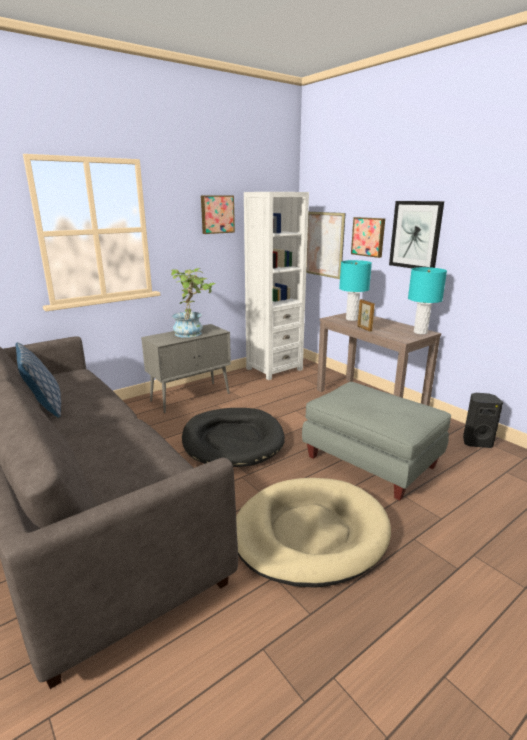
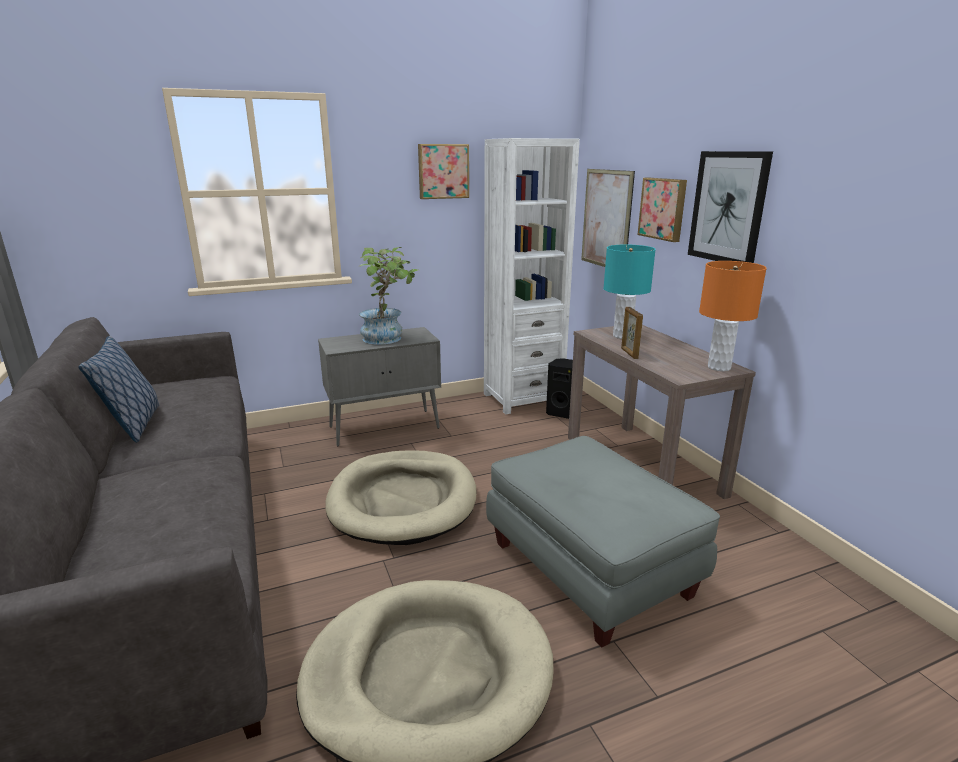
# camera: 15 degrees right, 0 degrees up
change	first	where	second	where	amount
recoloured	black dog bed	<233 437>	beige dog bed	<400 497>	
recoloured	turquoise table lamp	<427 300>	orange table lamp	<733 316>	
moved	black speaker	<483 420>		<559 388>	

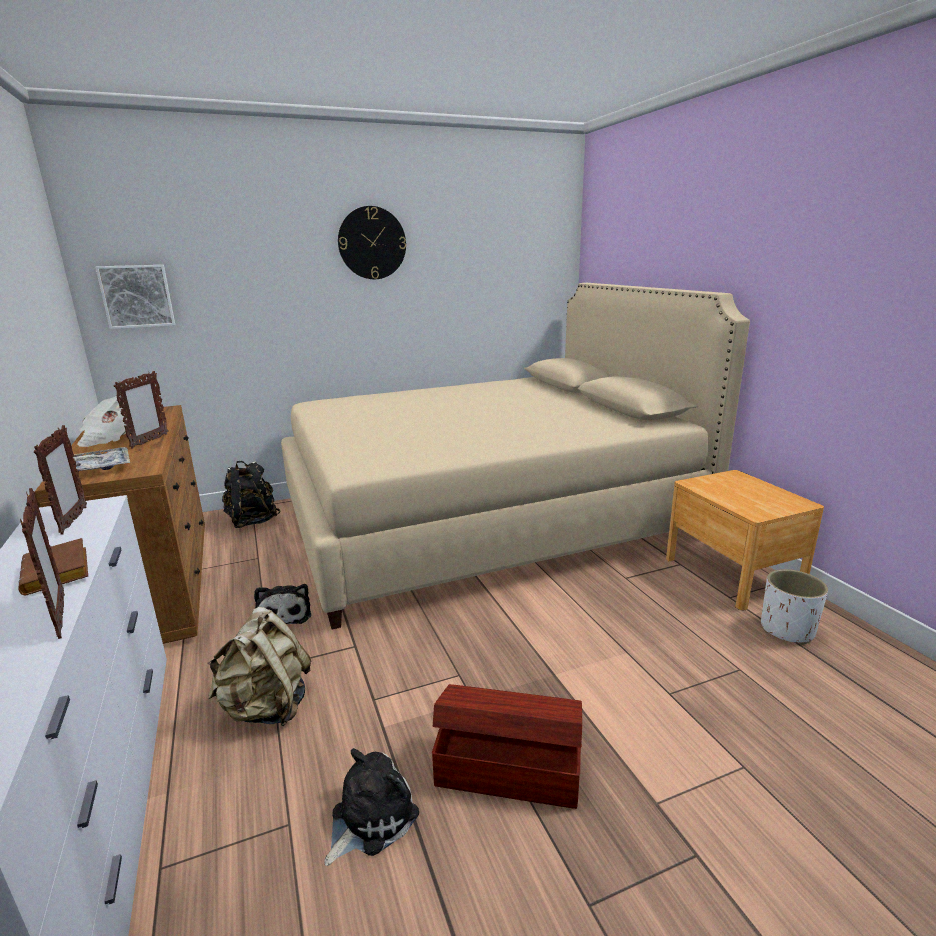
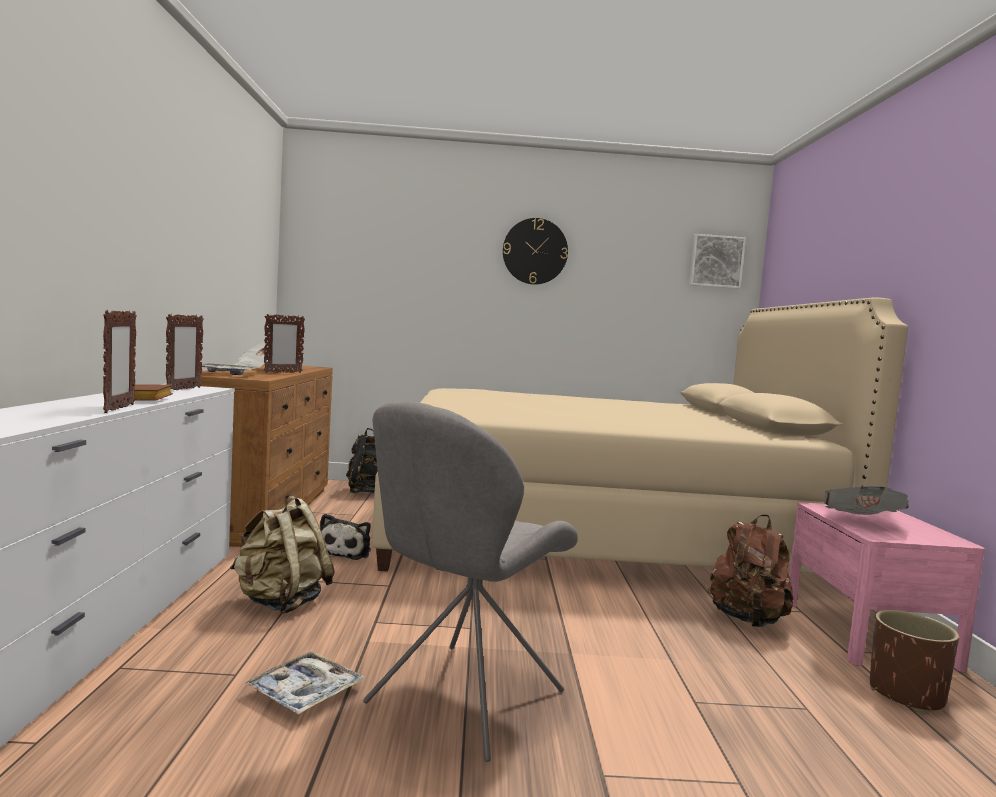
# camera: 20 degrees right, 15 degrees down
change	first	where	second	where	amount
moved	picture	<135 297>		<717 261>	
replaced	plush toy	<371 807>	tray	<303 683>	
replaced	brown storage box	<507 746>	grey chair	<470 581>	
recoloured	brown nightstand	<745 540>	pink nightstand	<887 587>	
recoloured	white planter	<794 607>	brown planter	<914 661>	
added			brown backpack	<751 570>	
added			newspaper	<866 500>	

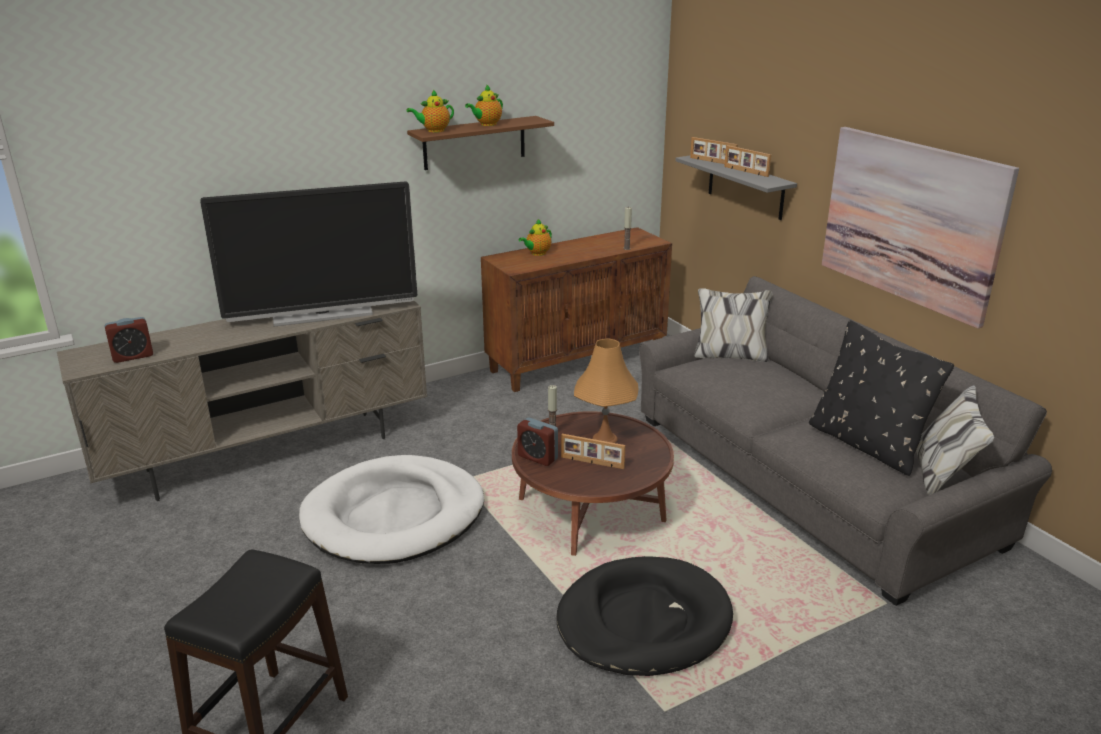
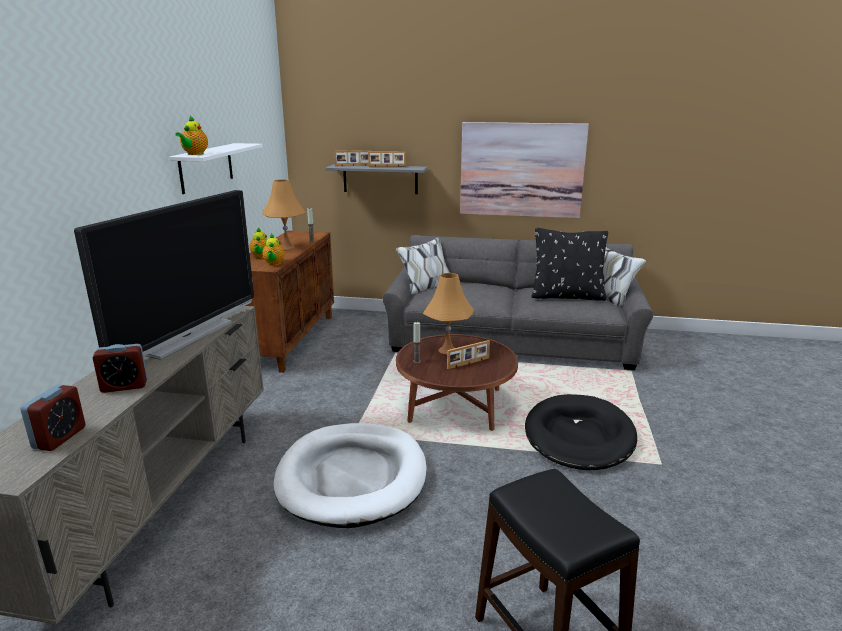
# camera: 50 degrees left, 5 degrees down
change	first	where	second	where	amount
recoloured	brown shelf	<480 143>	white shelf	<216 168>	
moved	teapot	<484 105>		<273 249>	
moved	alarm clock	<537 441>		<120 368>	
added			orange table lamp	<284 214>	

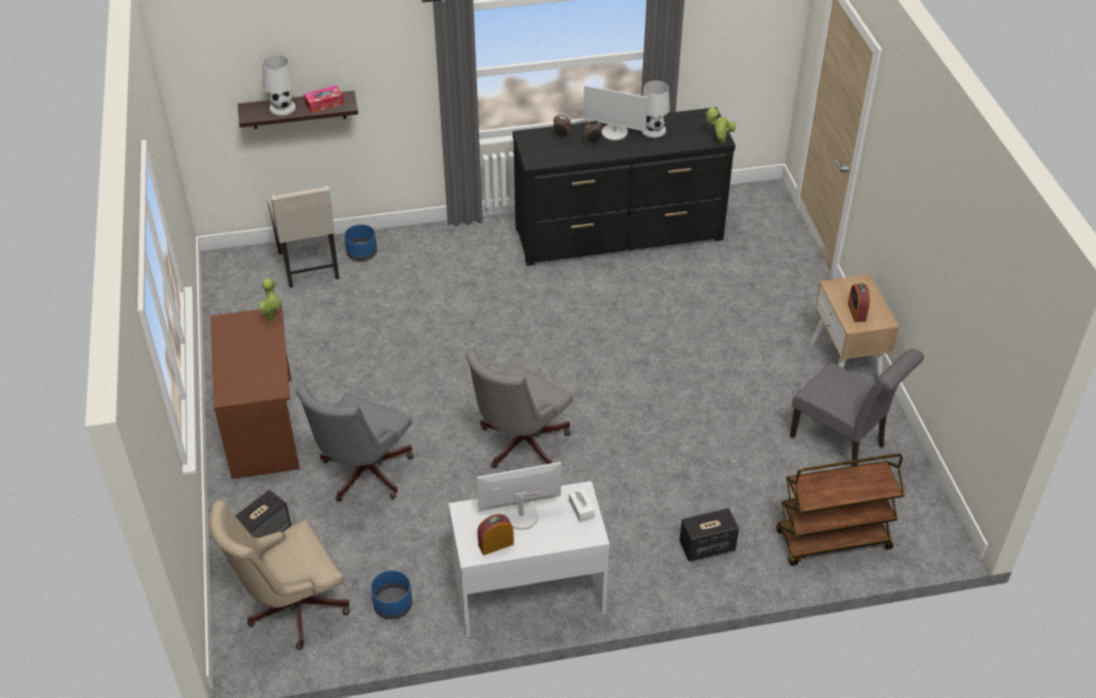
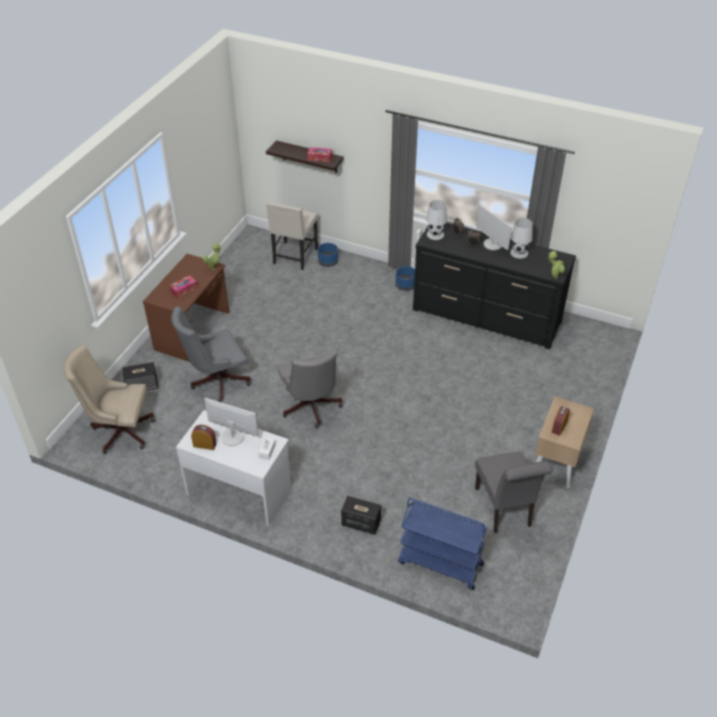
# camera: 35 degrees right, 0 degrees up
change	first	where	second	where	amount
moved	white table lamp	<279 85>		<436 220>	
moved	blue planter	<391 594>		<405 278>	
turned	grey office chair	<519 408>		<310 388>	90 degrees counterclockwise
recoloured	brown cart	<840 509>	blue cart	<442 544>	
added			tissue box	<183 286>	

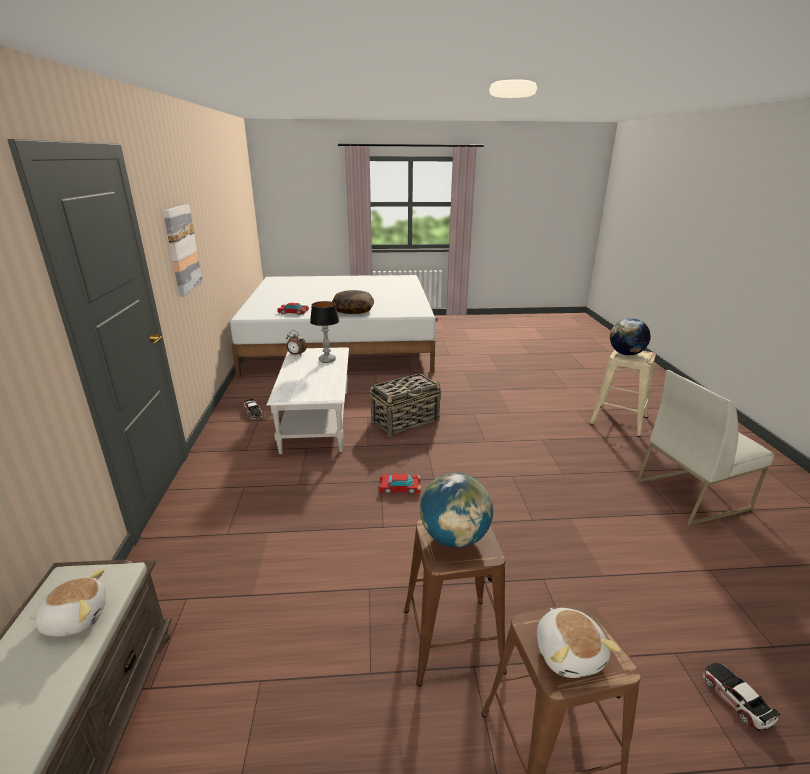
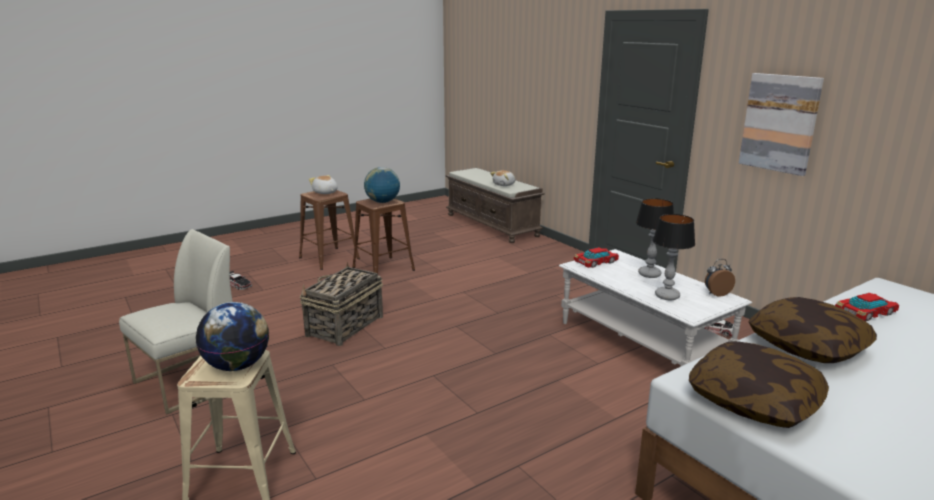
# camera: 150 degrees right, 5 degrees down
change	first	where	second	where	amount
moved	basket	<406 405>		<341 304>	
moved	toy car	<400 484>		<596 257>	
added			table lamp	<655 238>	
added			pillow	<759 384>	

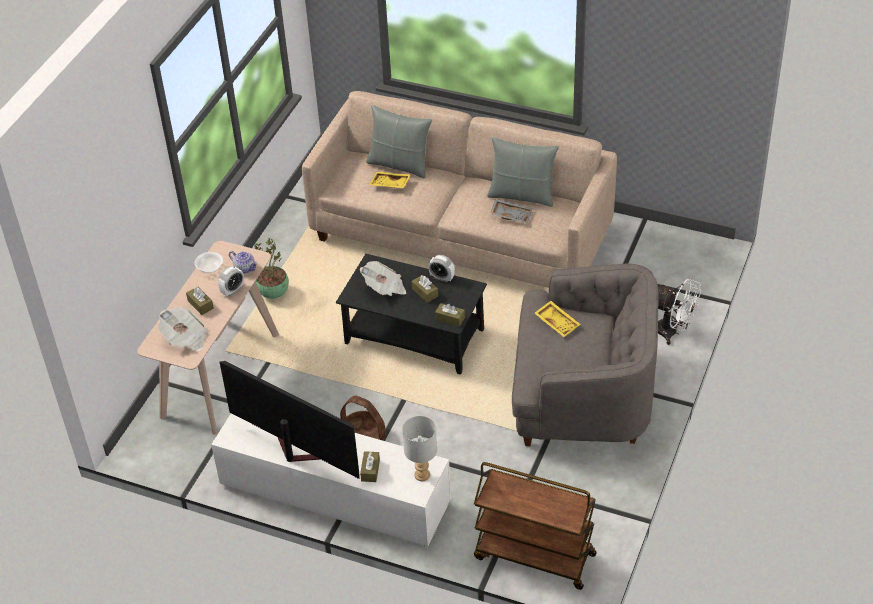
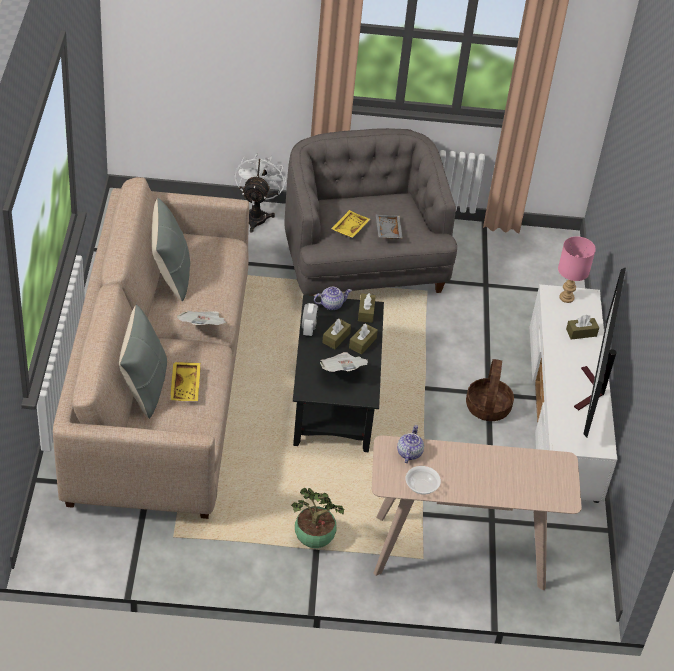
# camera: 115 degrees left, 0 degrees up
change	first	where	second	where	amount
moved	newspaper	<183 329>		<202 318>	
moved	brown tissue box	<200 301>		<363 338>	
removed	alarm clock	<231 281>			
recoloured	grey table lamp	<419 448>	pink table lamp	<577 269>	
removed	brown cart	<535 526>			
moved	grey tray	<511 211>		<389 226>	
added			teapot	<333 298>	

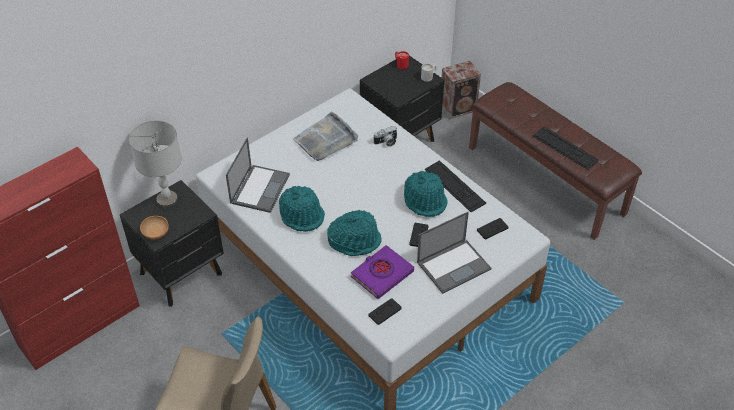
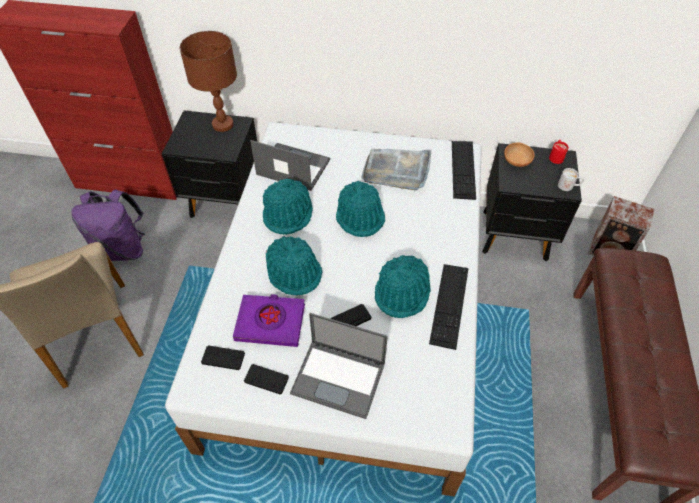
# camera: 50 degrees right, 5 degrees up
change	first	where	second	where	amount
recoloured	grey table lamp	<155 164>	brown table lamp	<208 81>	
moved	brown bowl	<154 228>		<519 155>	
turned	laptop	<258 175>		<290 165>	135 degrees counterclockwise
removed	photo camera	<386 136>			
moved	black game controller	<493 228>		<266 379>	
moved	keyboard	<566 148>		<464 170>	
added			purple backpack	<108 225>	
added			turquoise hat	<361 209>	

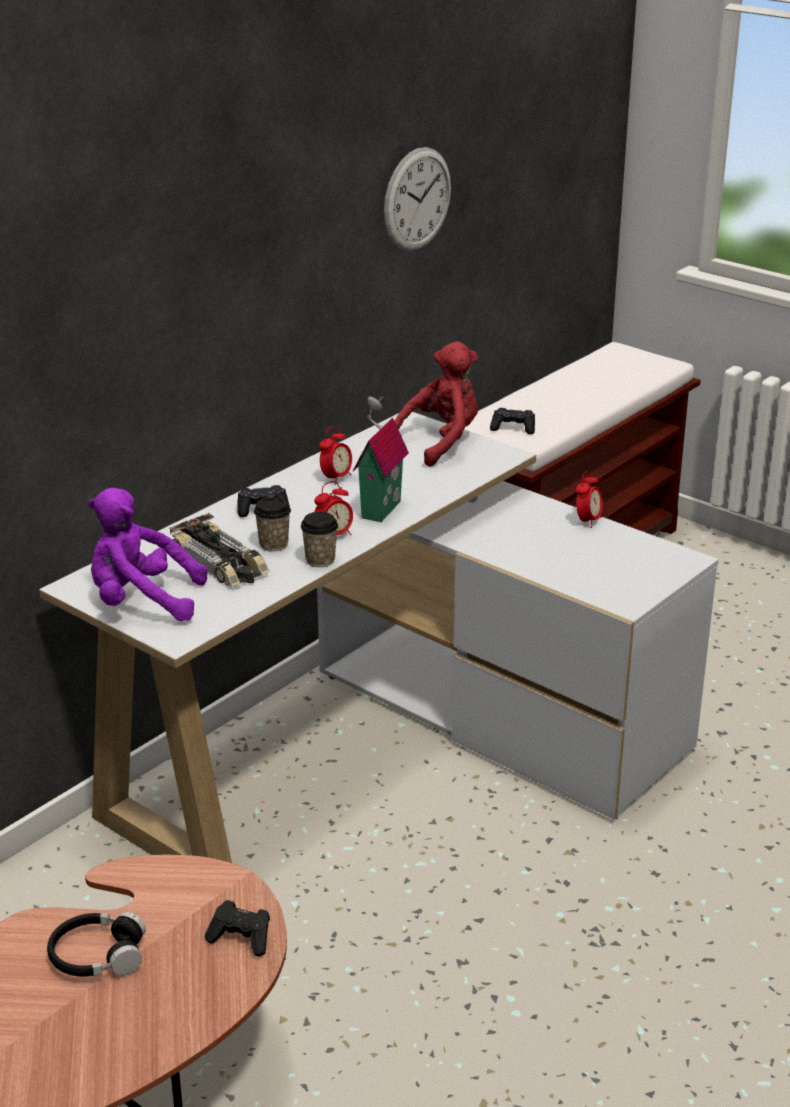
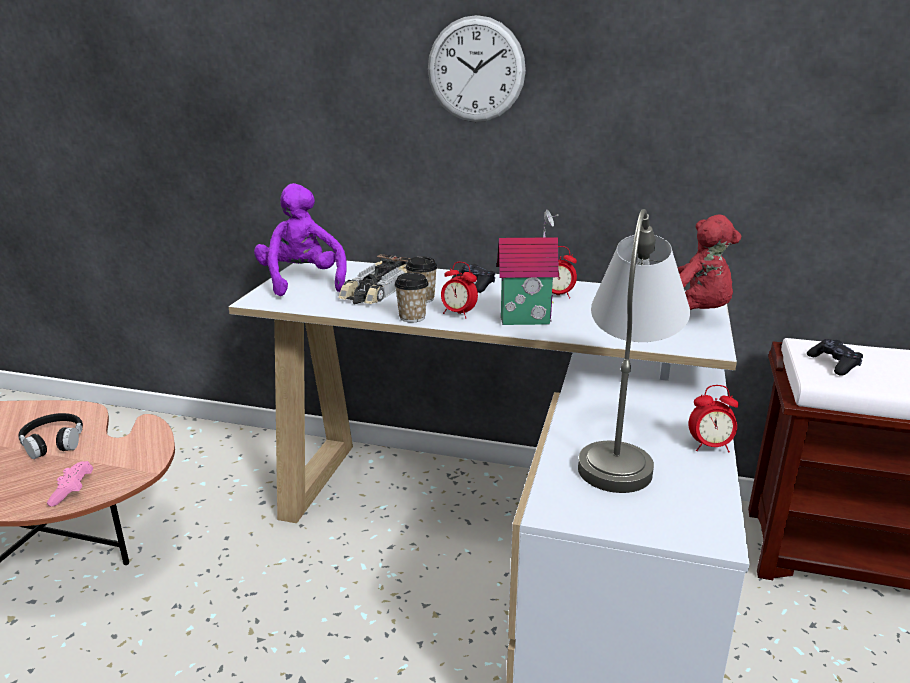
# camera: 65 degrees right, 5 degrees down
change	first	where	second	where	amount
recoloured	black game controller	<237 928>	pink game controller	<70 484>	
moved	wall clock	<417 199>		<477 68>	
added			grey table lamp	<634 351>	

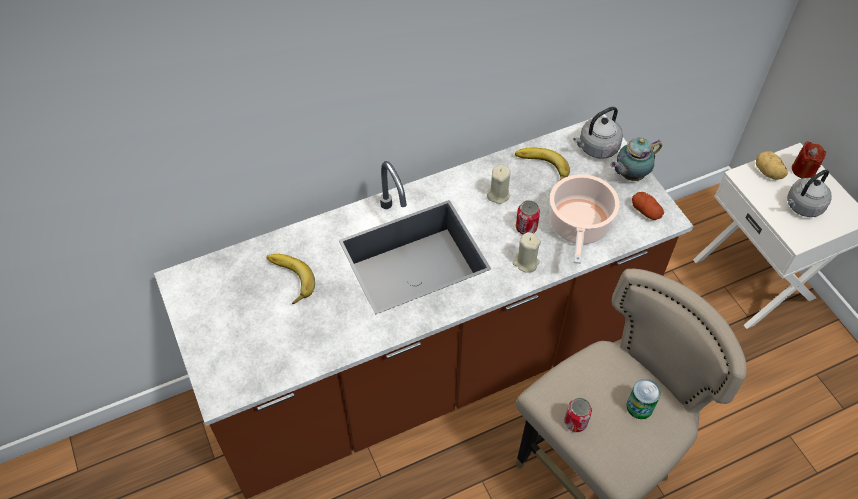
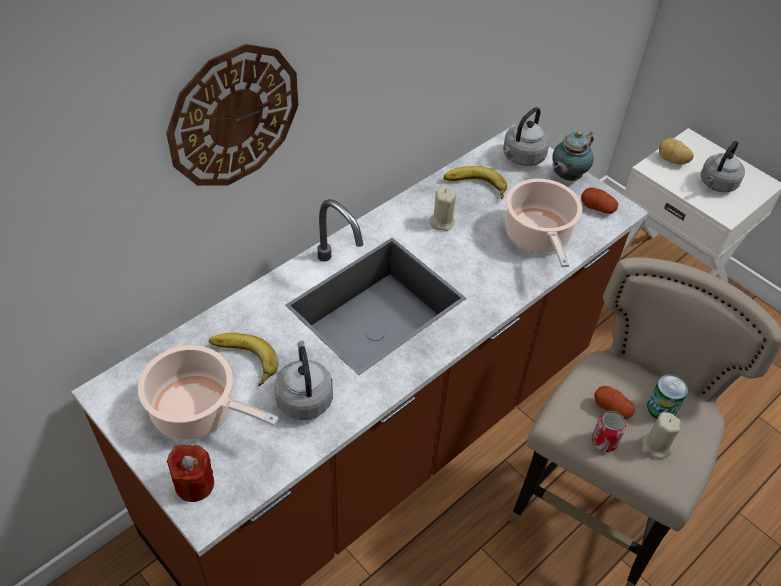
# camera: 20 degrees left, 5 degrees down
change	first	where	second	where	amount
moved	beige candle	<526 252>		<661 435>	
removed	can	<528 217>			
moved	red candle	<809 160>		<190 473>	
added			cooking pot	<208 392>	
added			wall clock	<232 115>	
added			grey kettle	<303 380>	
added			potato	<614 402>	

